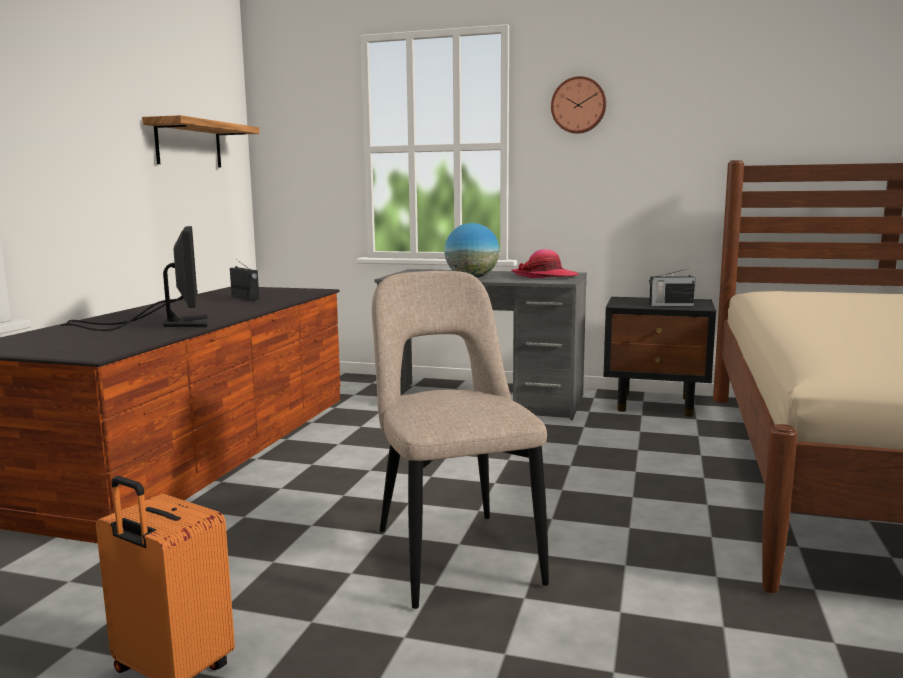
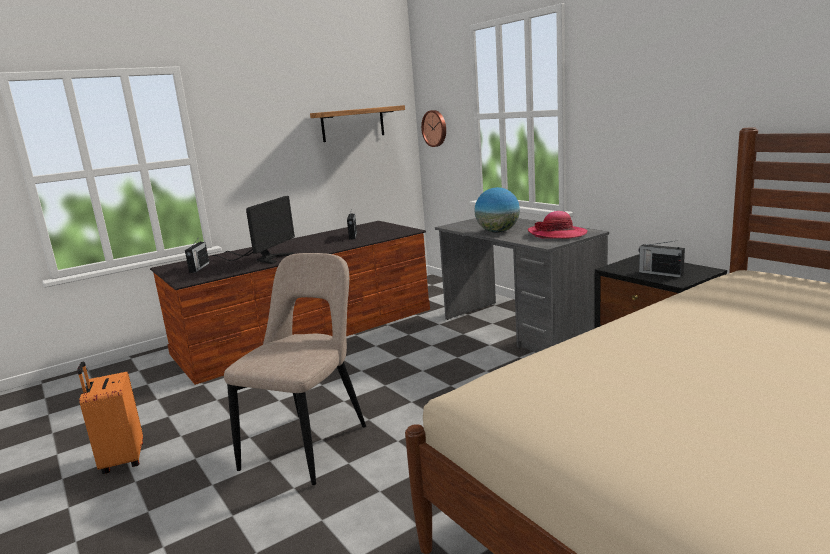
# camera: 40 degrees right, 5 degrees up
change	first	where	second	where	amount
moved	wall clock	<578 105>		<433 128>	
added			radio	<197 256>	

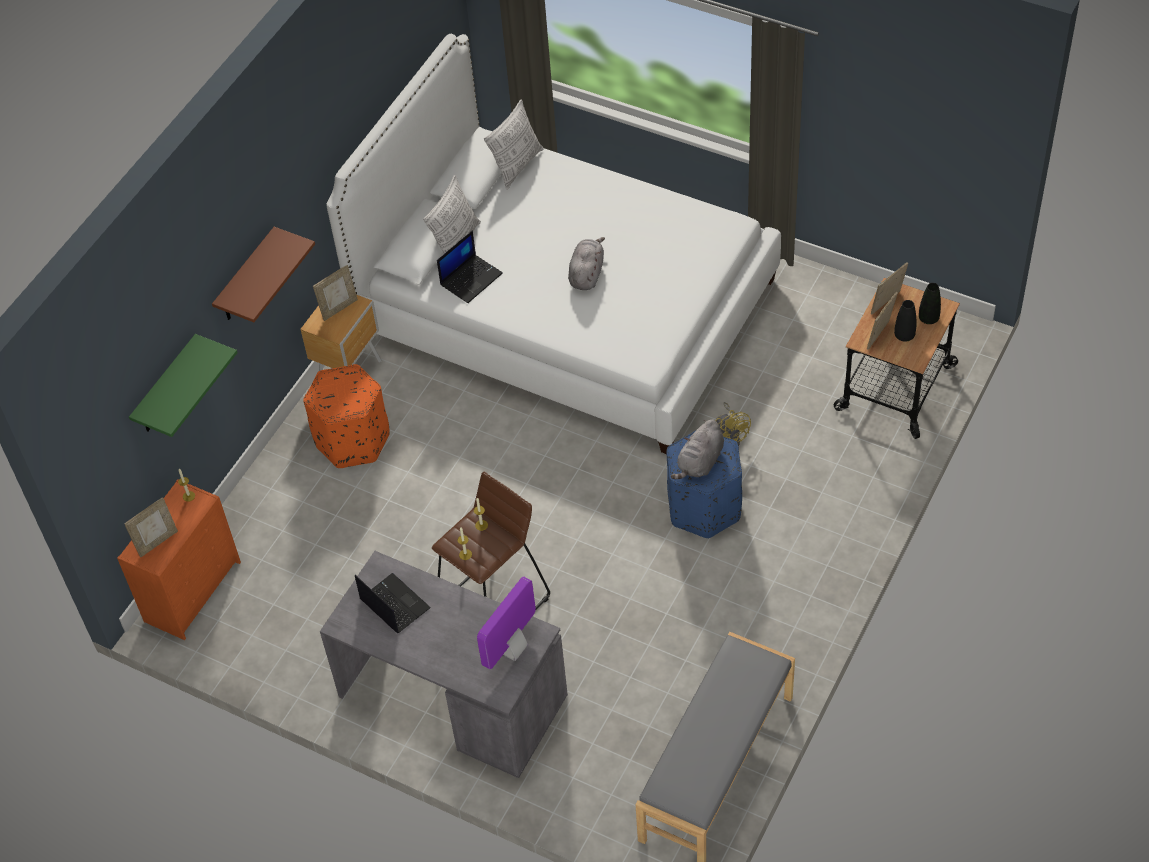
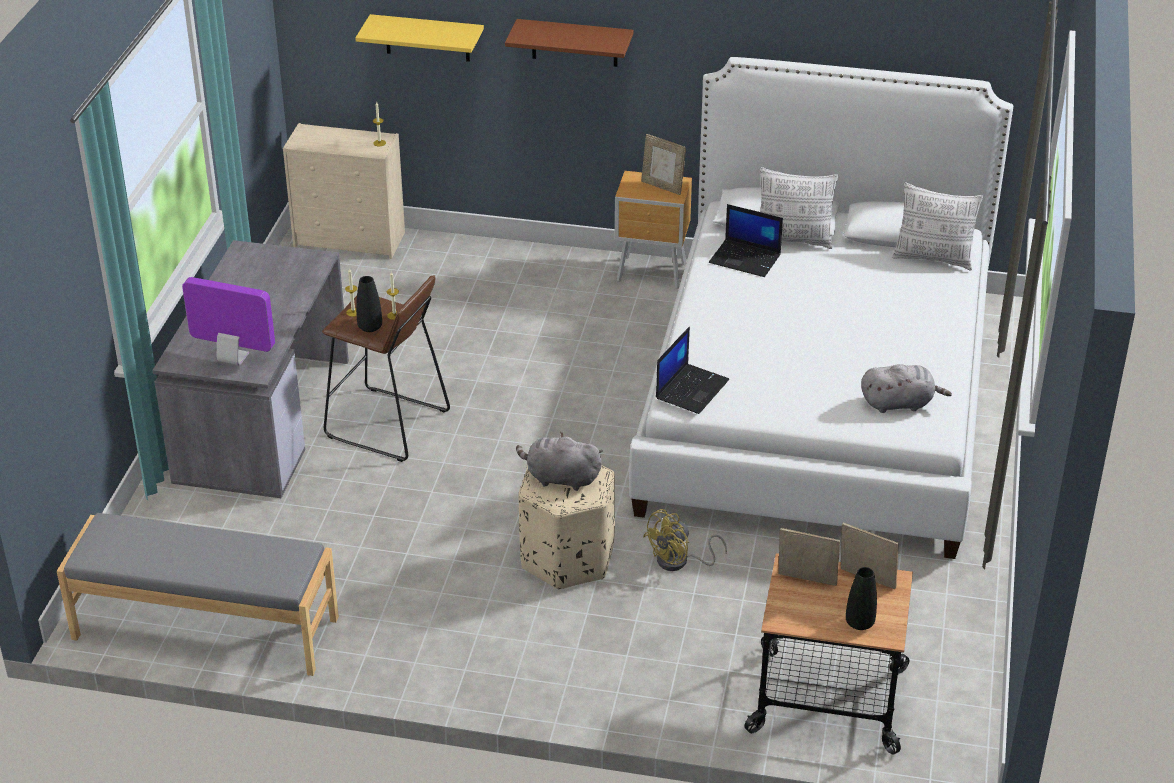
# camera: 70 degrees right, 15 degrees down
change	first	where	second	where	amount
recoloured	orange dresser	<179 559>	beige dresser	<344 191>	
removed	picture frame	<151 527>			
recoloured	green shelf	<183 385>	yellow shelf	<419 38>	
removed	orange ottoman	<346 416>			
moved	laptop	<393 603>		<692 370>	
moved	grey plush toy	<586 263>		<906 388>	
recoloured	blue ottoman	<704 484>	beige ottoman	<566 527>	
moved	black vase	<905 321>		<369 304>	

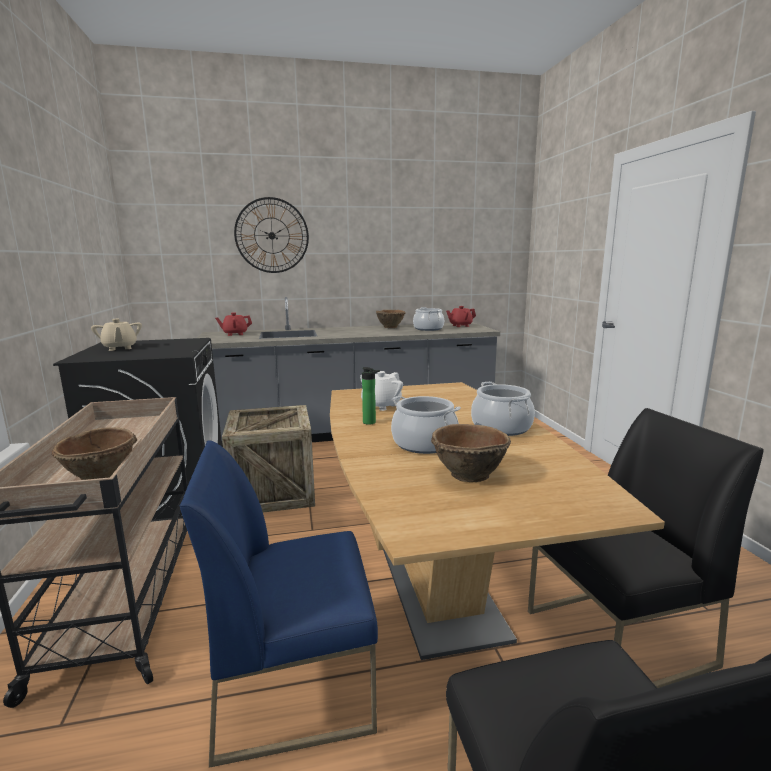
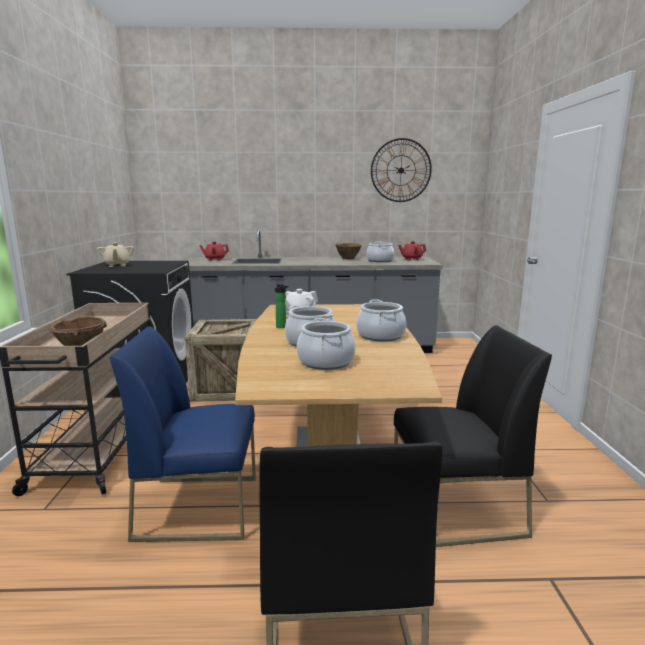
# camera: 10 degrees right, 0 degrees up
change	first	where	second	where	amount
moved	wall clock	<271 235>		<401 170>	
replaced	brown bowl	<471 453>	cooking pot	<326 344>	

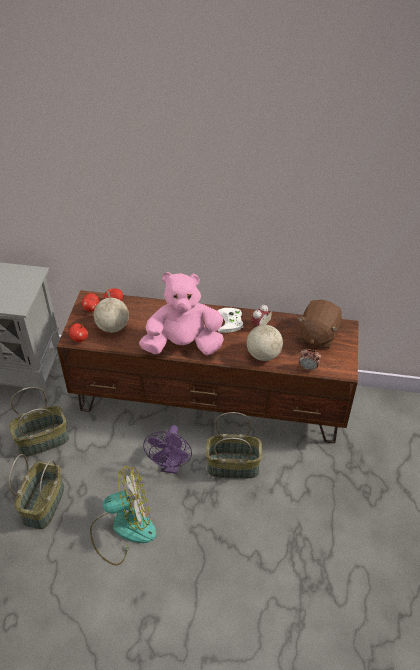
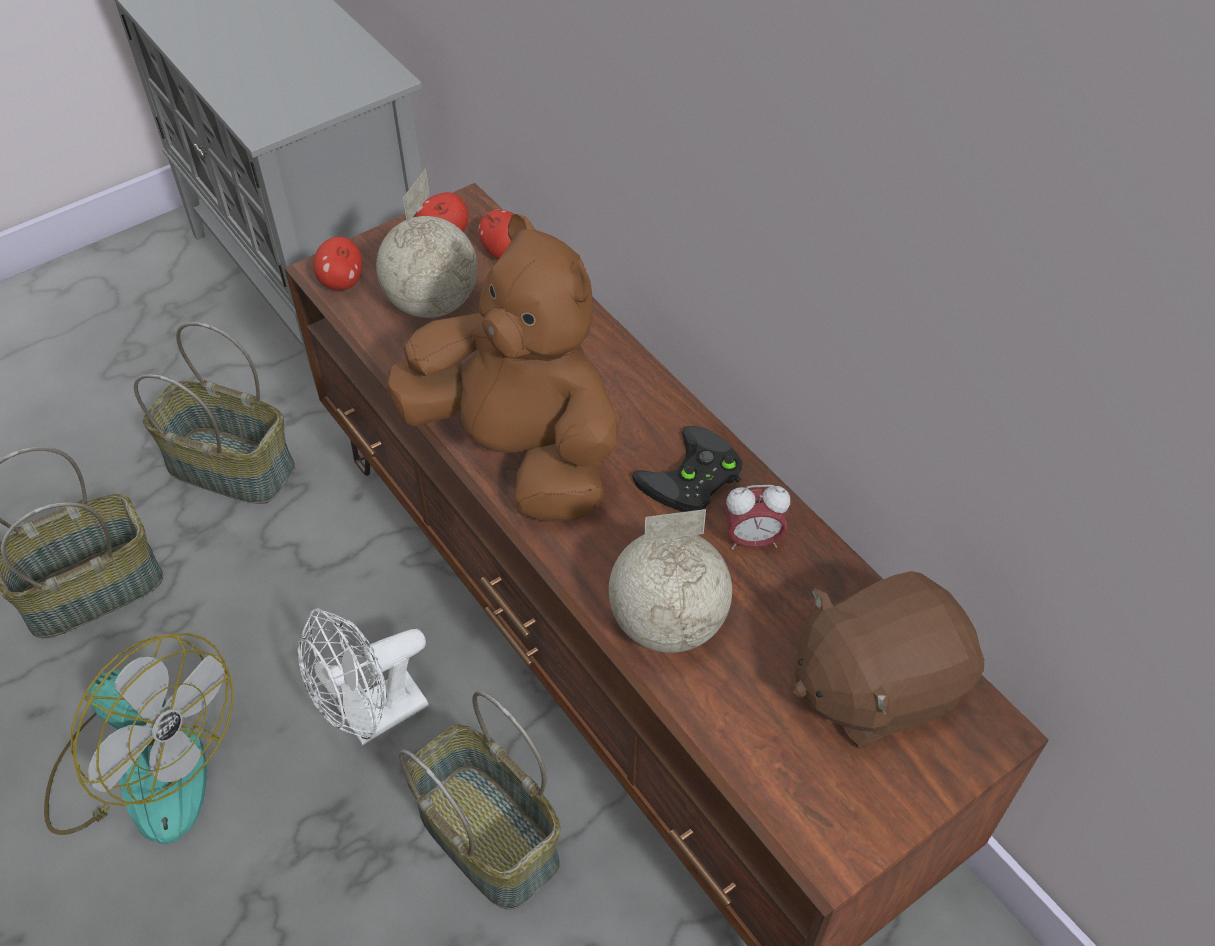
# camera: 45 degrees right, 5 degrees up
change	first	where	second	where	amount
recoloured	pink plush toy	<181 314>	brown plush toy	<502 368>	
recoloured	purple fan	<167 449>	white fan	<363 676>	
recoloured	white game controller	<230 320>	black game controller	<687 469>	
removed	alarm clock	<310 360>			

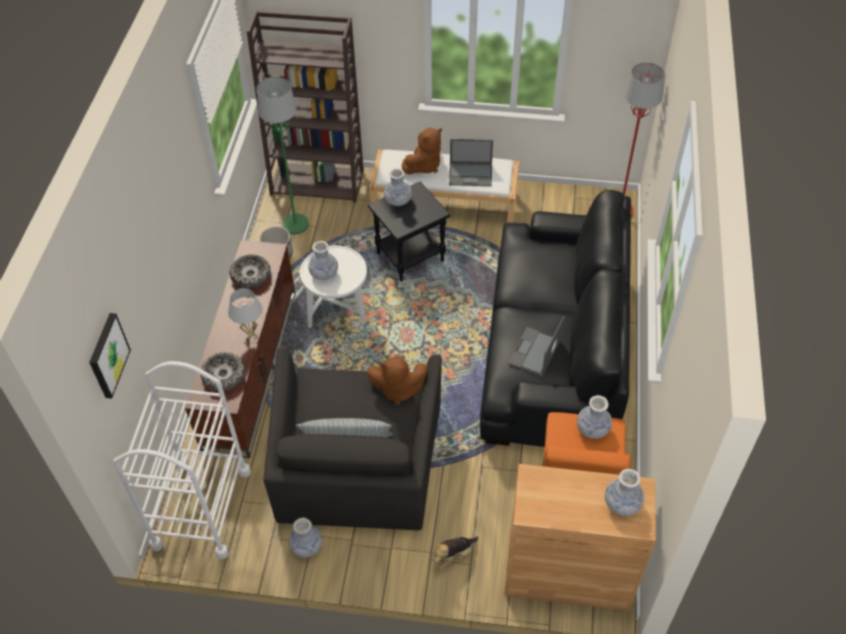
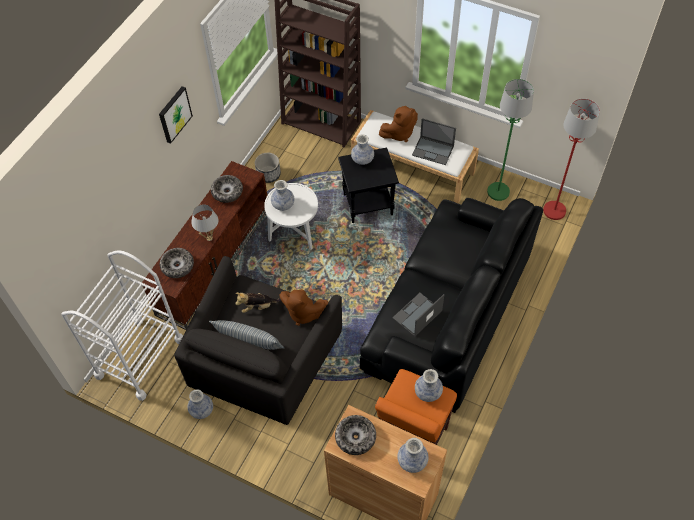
# camera: 20 degrees right, 5 degrees up
change	first	where	second	where	amount
moved	picture	<110 356>		<176 115>	
moved	green floor lamp	<283 155>		<510 140>	
moved	plush toy	<455 552>		<258 302>	
added			bowl	<355 435>	

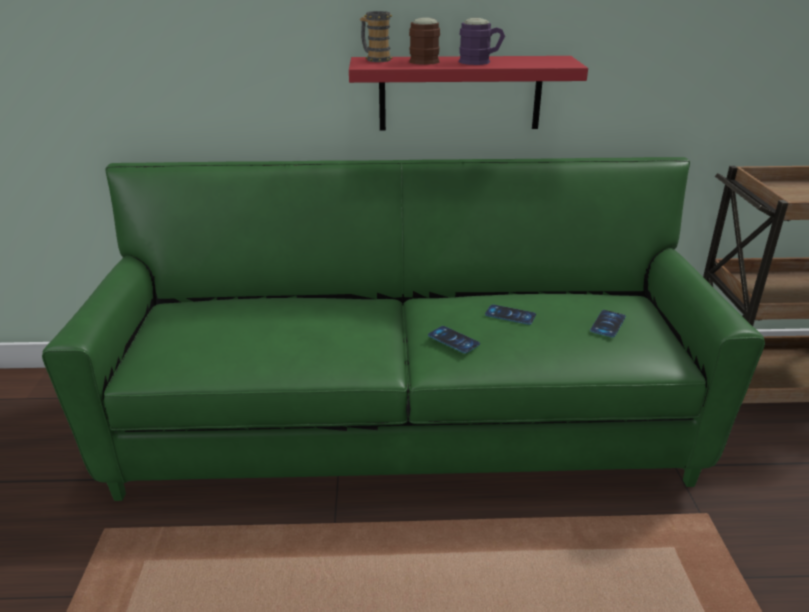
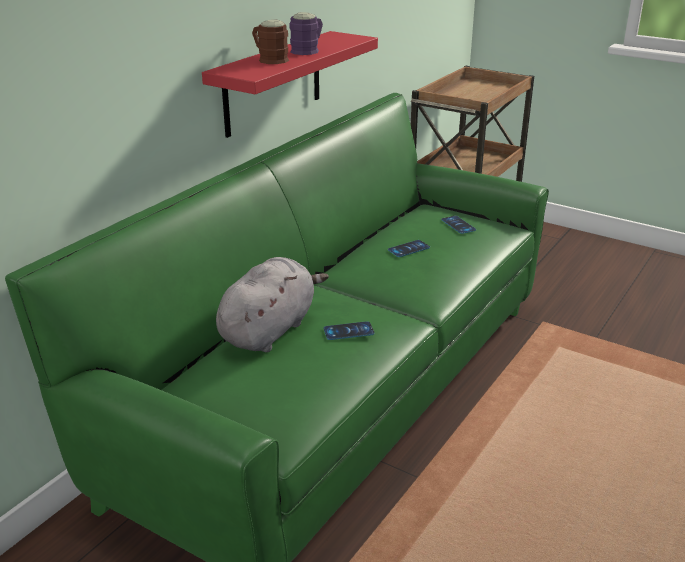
# camera: 55 degrees left, 0 degrees up
change	first	where	second	where	amount
removed	mug	<376 36>			
moved	phone	<454 339>		<349 330>	
added			grey plush toy	<272 304>	

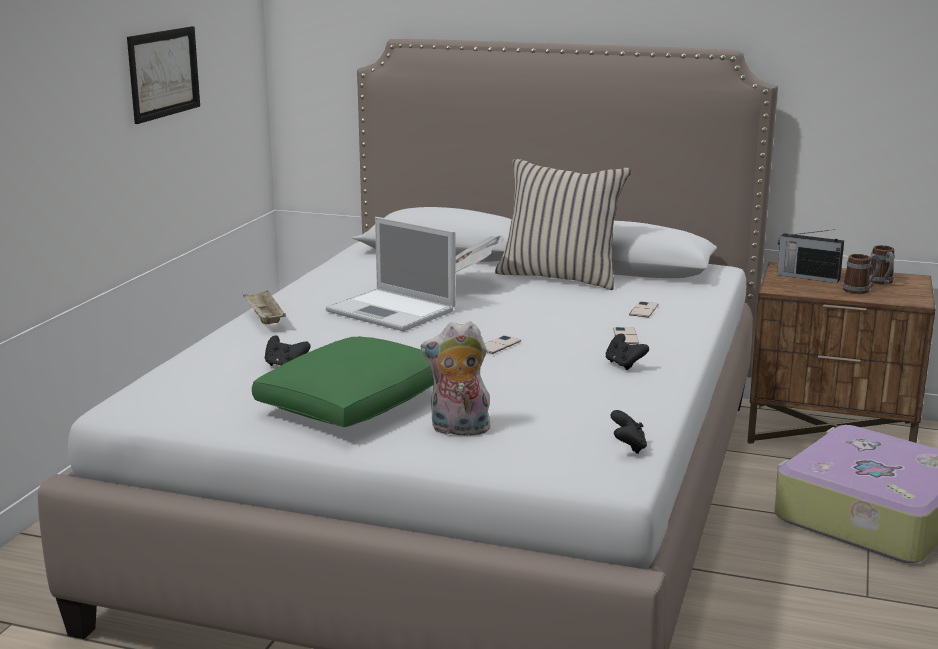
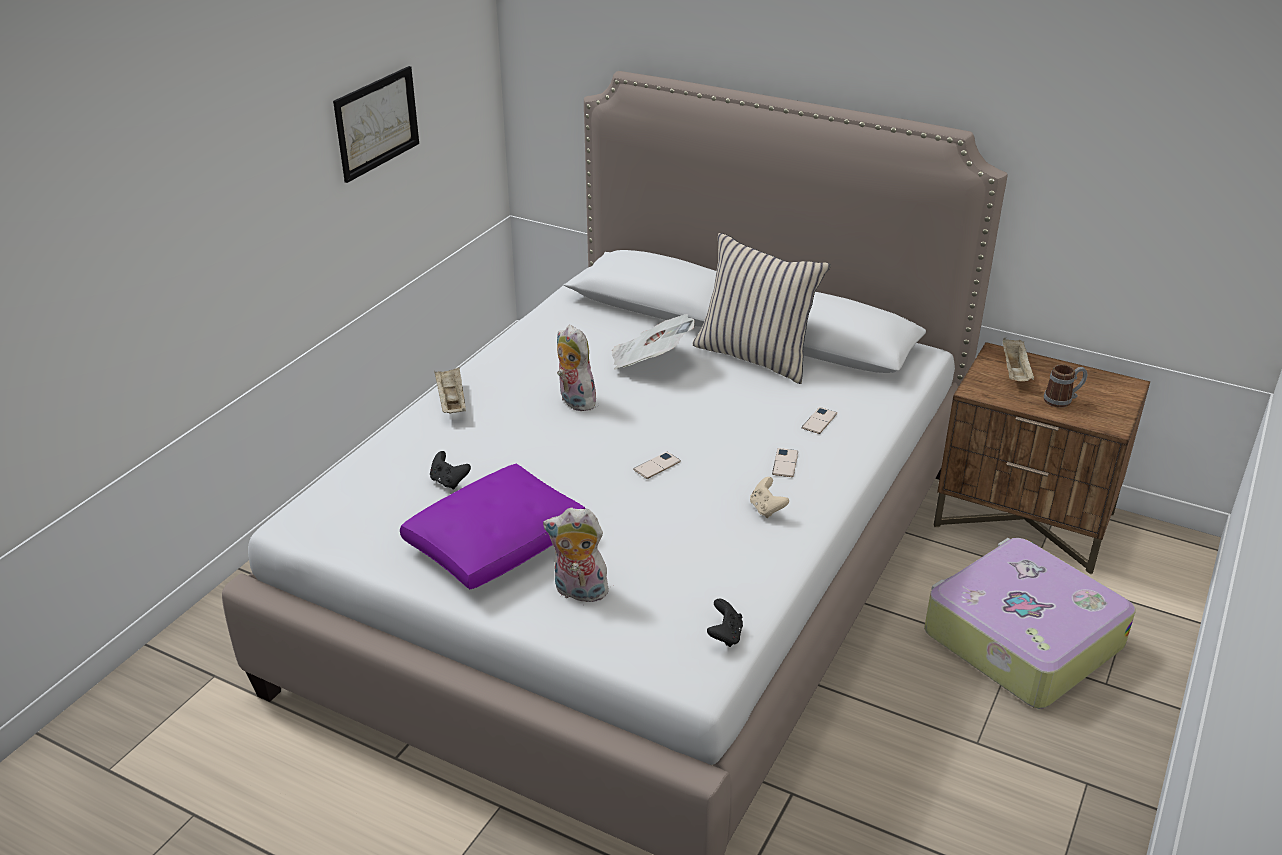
# camera: 10 degrees right, 15 degrees up
change	first	where	second	where	amount
recoloured	green pillow	<343 381>	purple pillow	<493 526>	
replaced	laptop	<391 274>	plush toy	<576 368>	
recoloured	black game controller	<627 352>	beige game controller	<769 497>	
replaced	radio	<810 256>	beige tray	<1019 359>	
removed	mug	<882 265>			

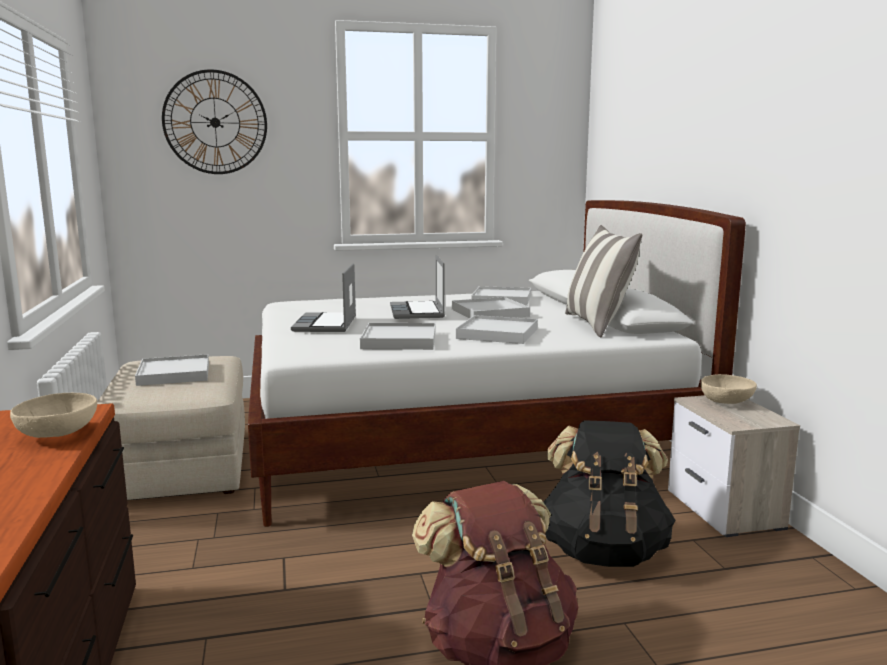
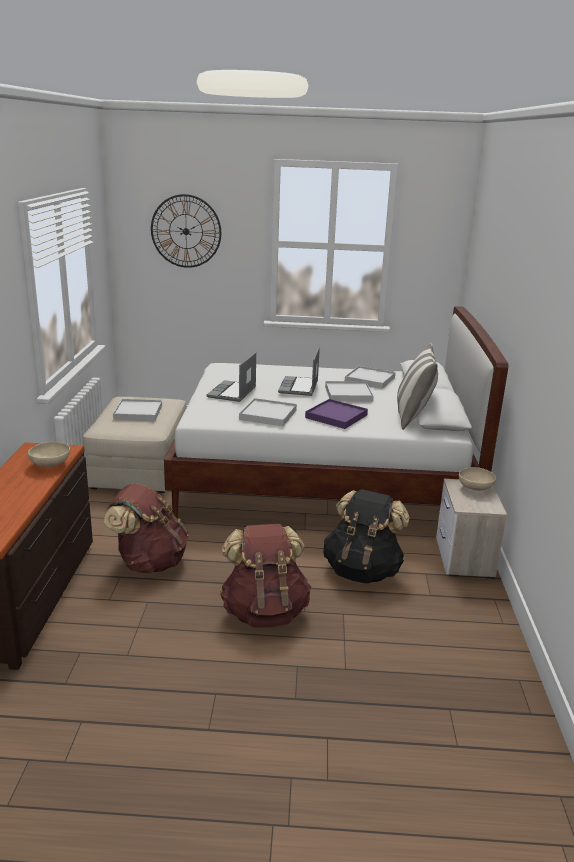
# camera: 15 degrees right, 10 degrees up
change	first	where	second	where	amount
recoloured	white tray	<497 329>	purple tray	<336 414>	
added			brown backpack	<146 528>	

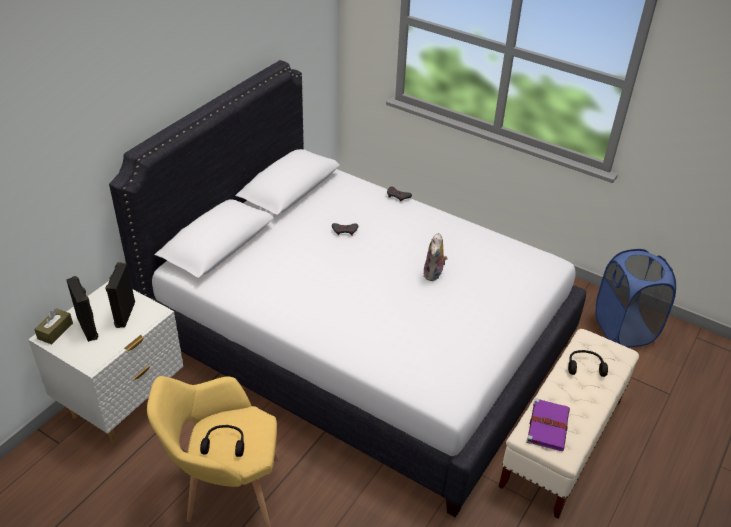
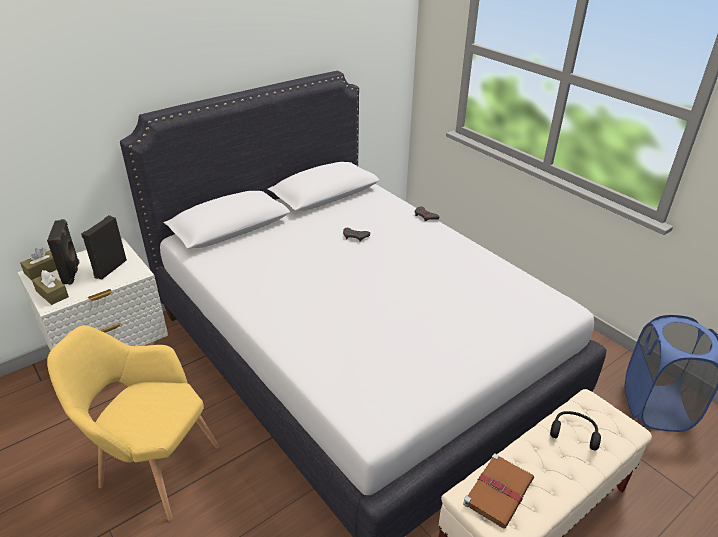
# camera: 20 degrees right, 5 degrees down
change	first	where	second	where	amount
removed	black headphones	<222 441>			
removed	plush toy	<435 257>			
recoloured	purple book	<548 424>	brown book	<498 491>	
added			brown tissue box	<50 287>	

